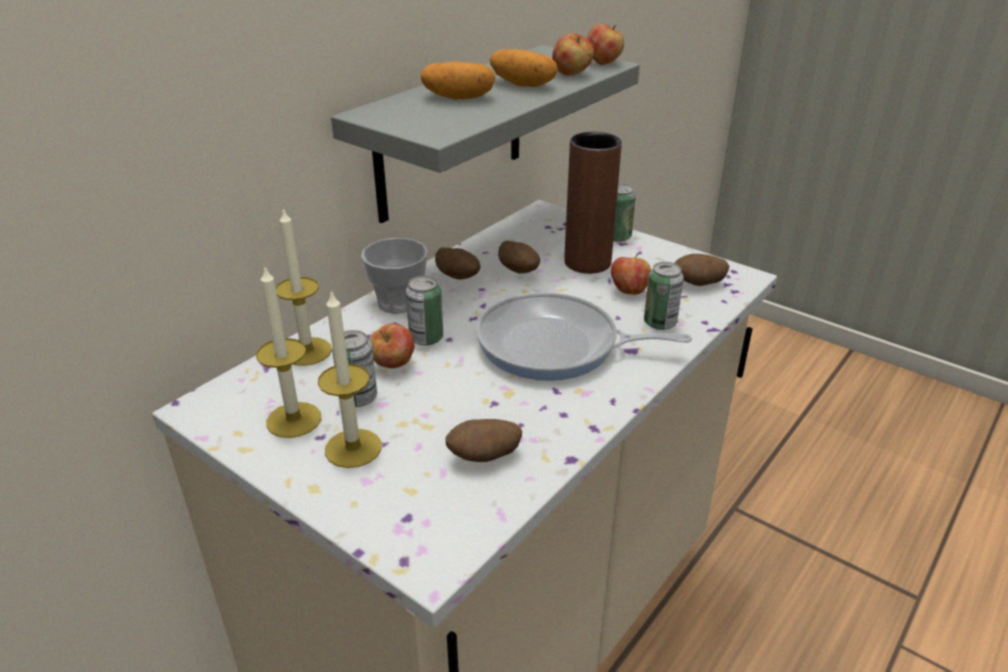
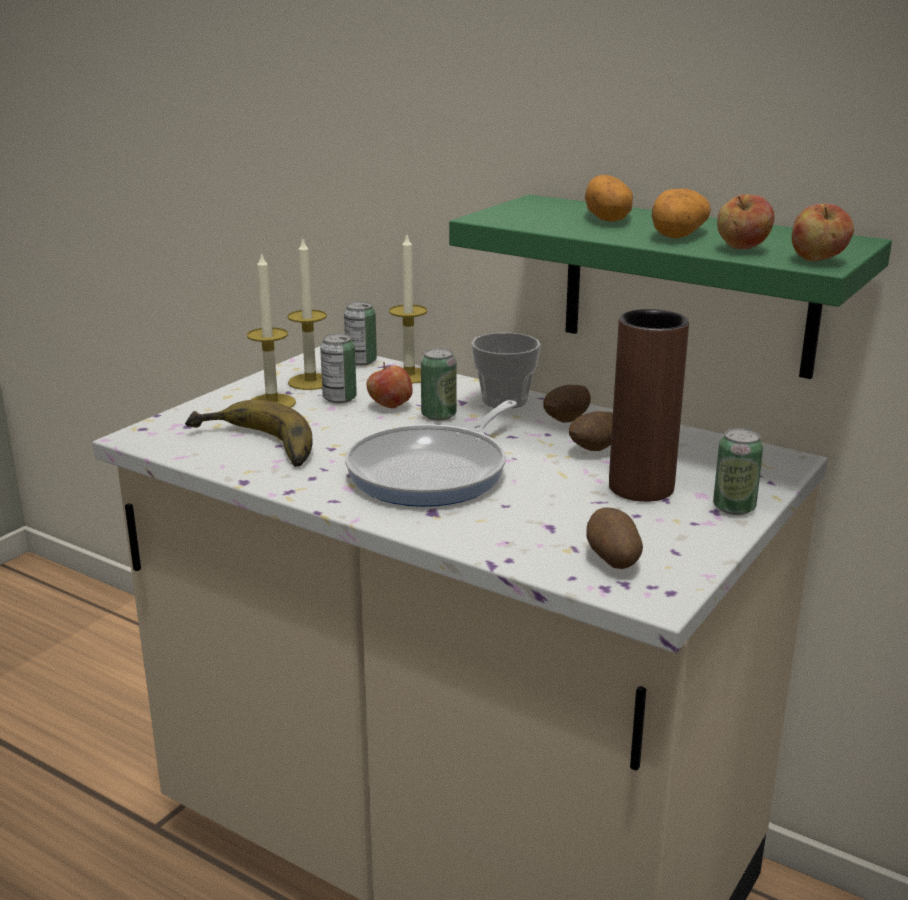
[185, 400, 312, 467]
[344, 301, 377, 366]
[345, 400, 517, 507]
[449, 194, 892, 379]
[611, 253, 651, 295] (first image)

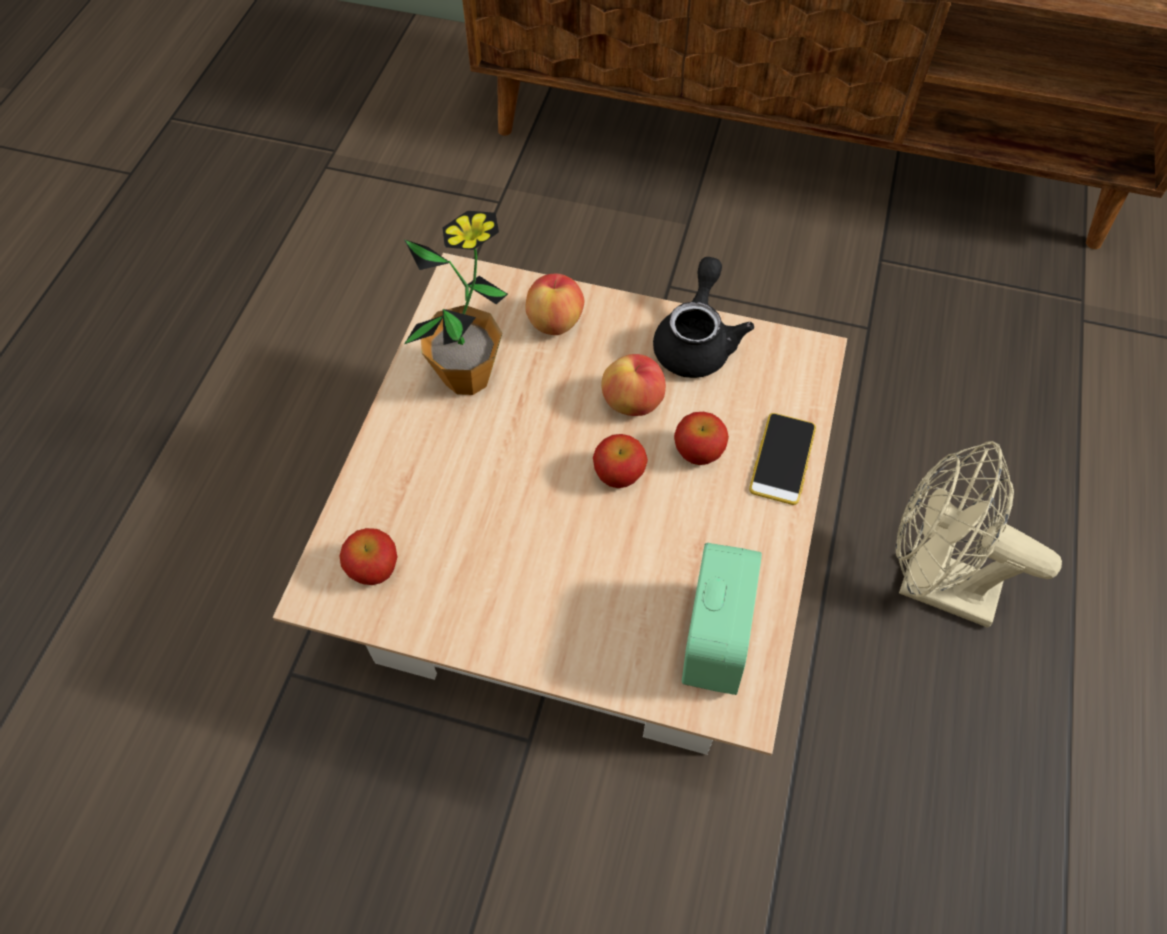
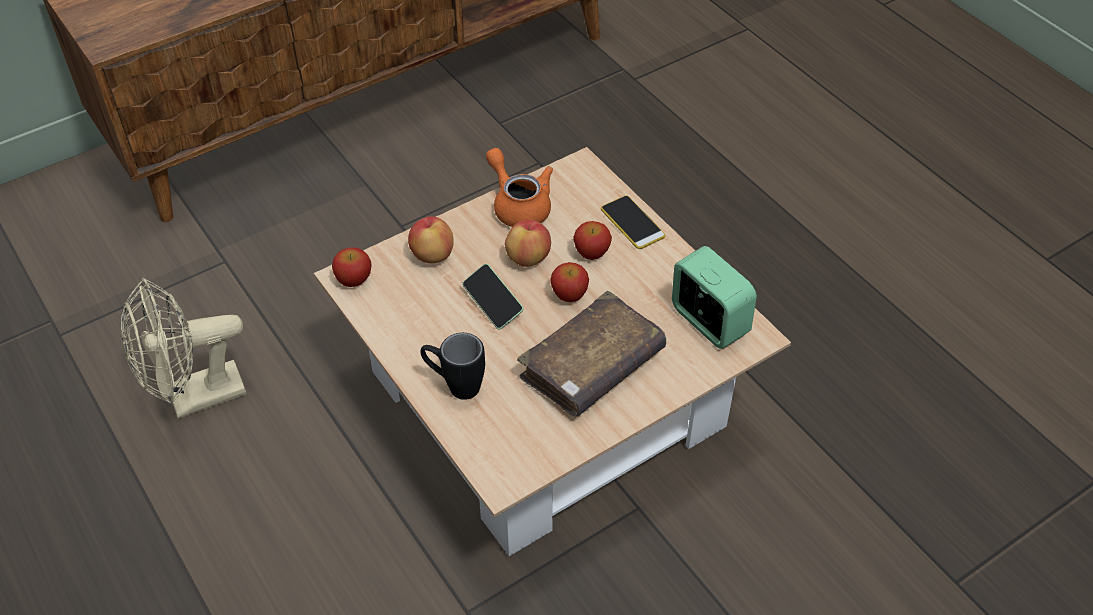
[121, 278, 246, 419]
[332, 247, 372, 287]
[420, 333, 485, 400]
[462, 264, 524, 329]
[486, 148, 553, 227]
[517, 291, 666, 417]
[404, 211, 508, 395] (first image)

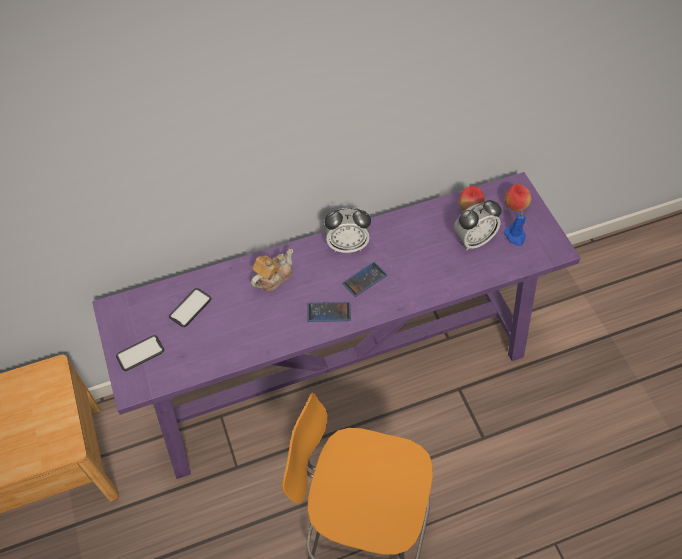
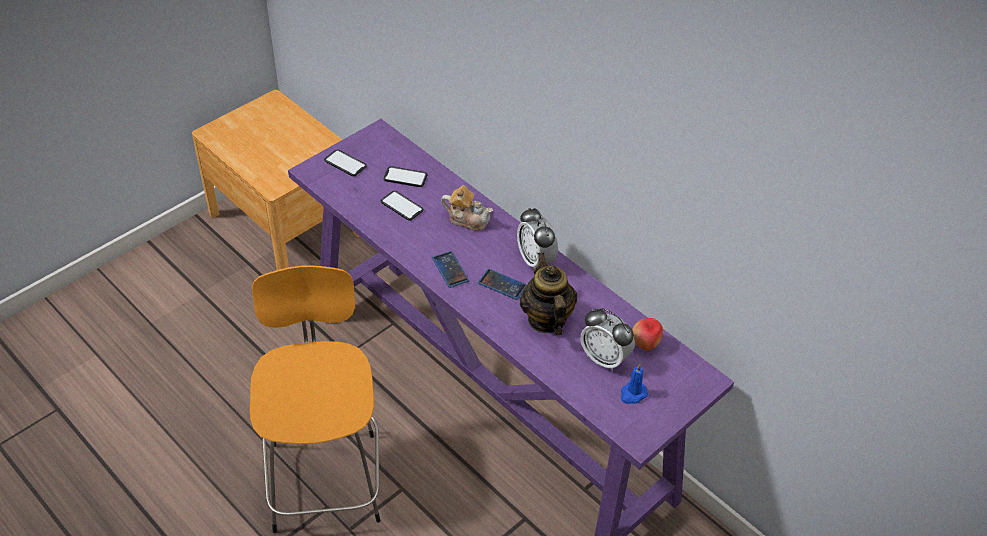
[380, 191, 424, 221]
[520, 252, 577, 335]
[505, 184, 531, 211] (first image)

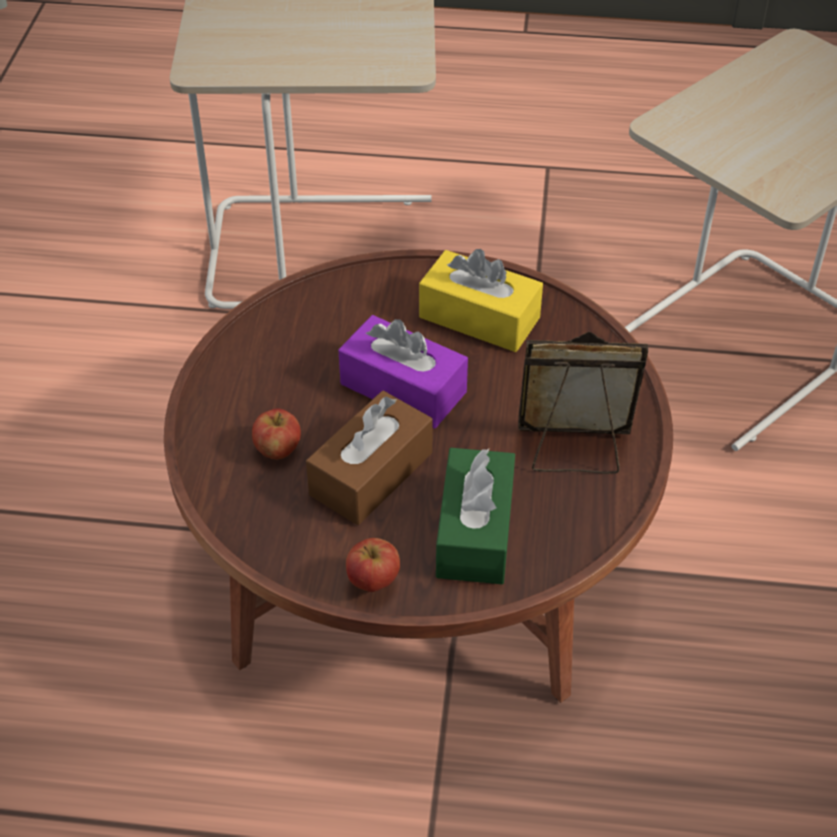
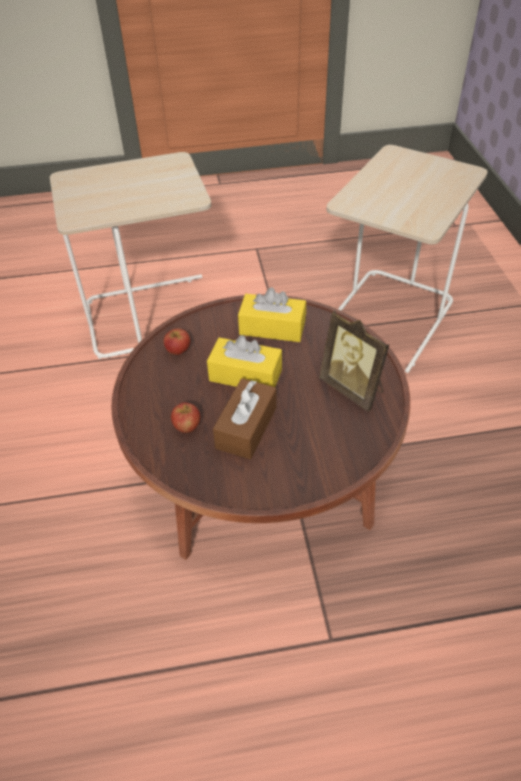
[163, 328, 190, 355]
[207, 335, 282, 387]
[319, 311, 390, 412]
[436, 448, 515, 584] (first image)

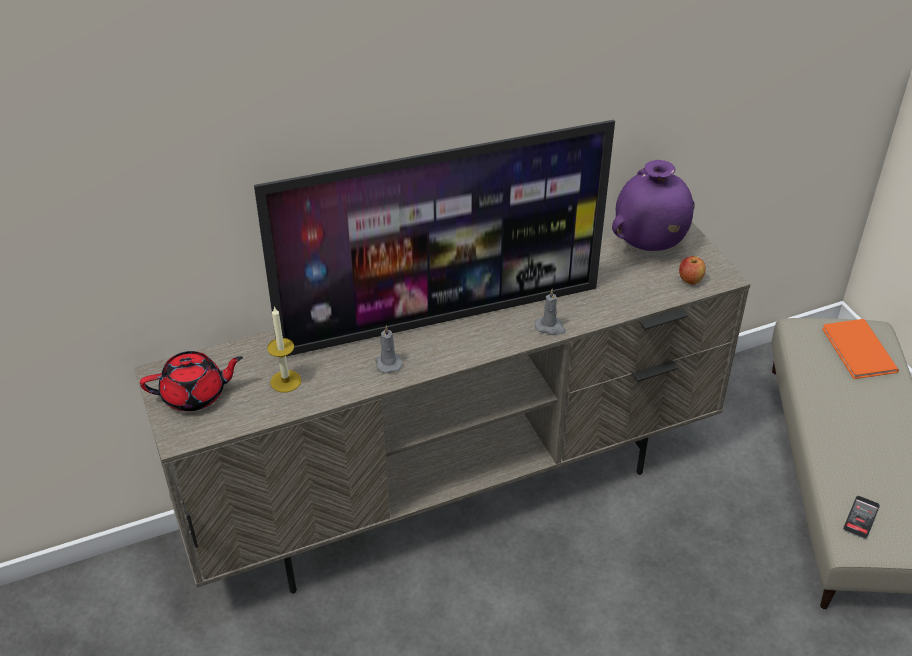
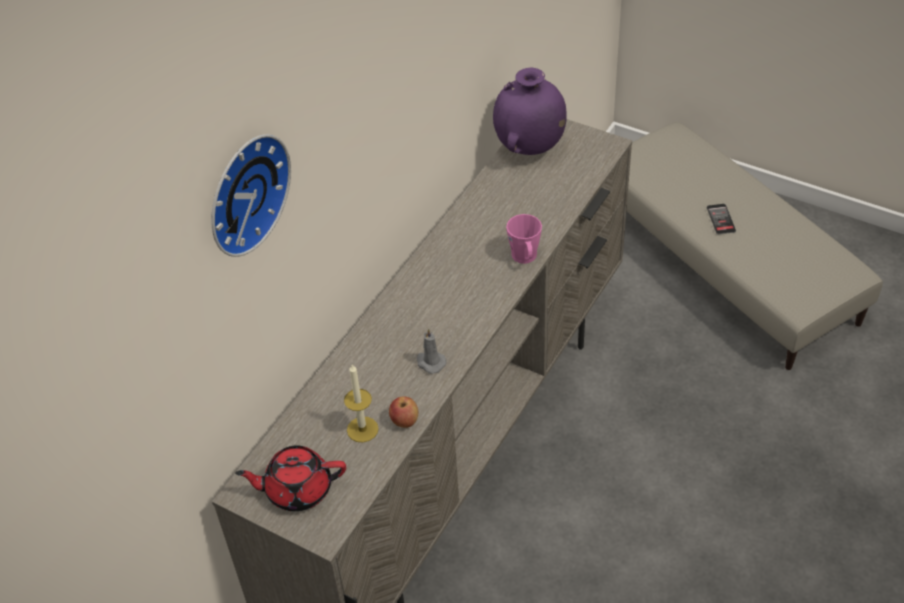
[211, 134, 291, 257]
[235, 445, 346, 511]
[389, 396, 418, 428]
[506, 214, 542, 264]
[707, 204, 736, 234]
[254, 120, 615, 356] (first image)
[822, 319, 899, 379] (first image)

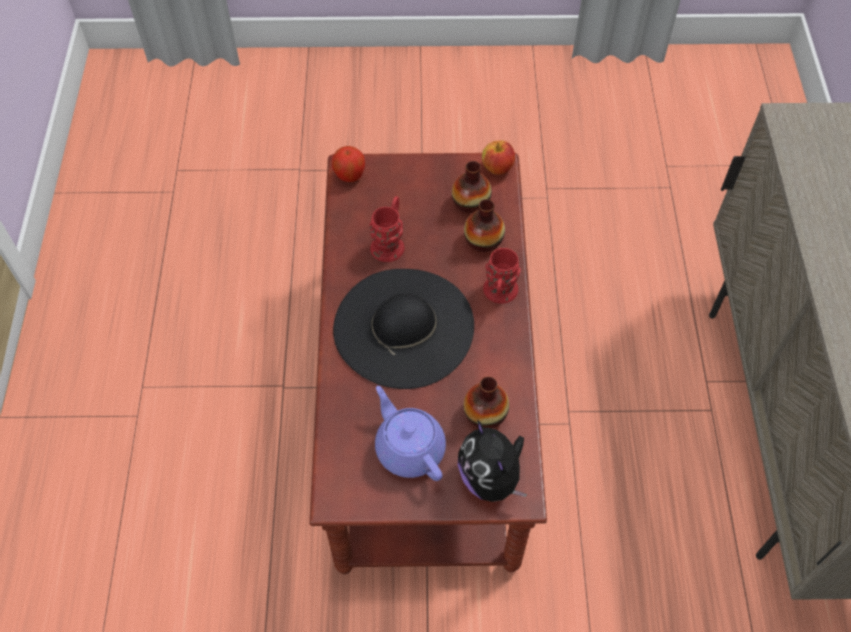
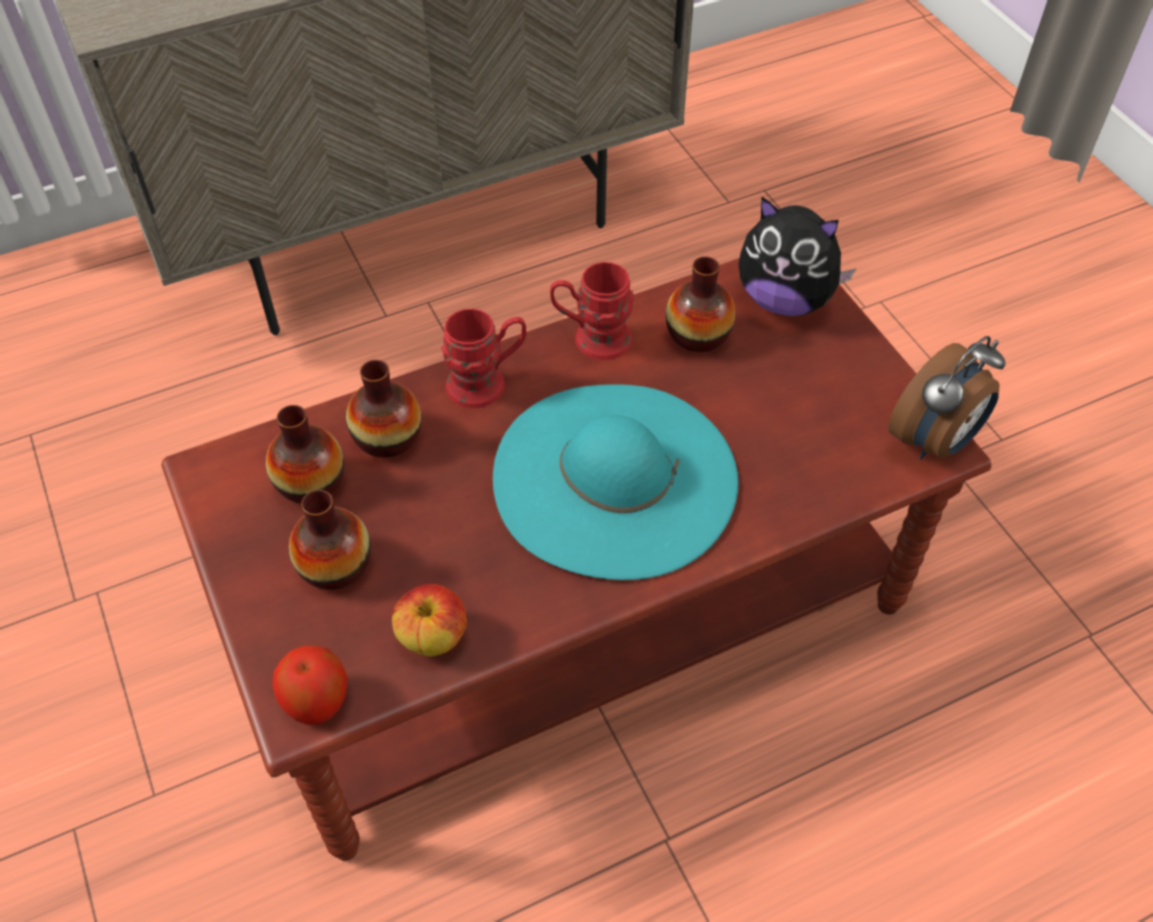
[289, 490, 371, 590]
[392, 584, 467, 657]
[493, 384, 738, 580]
[550, 262, 634, 360]
[738, 197, 856, 316]
[888, 336, 1006, 460]
[375, 386, 446, 481] (first image)

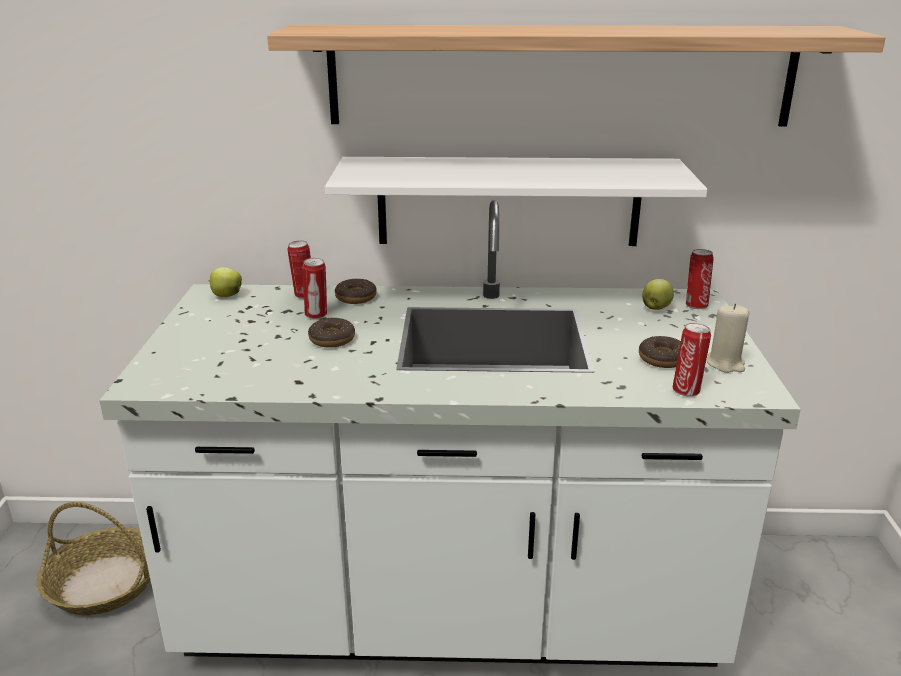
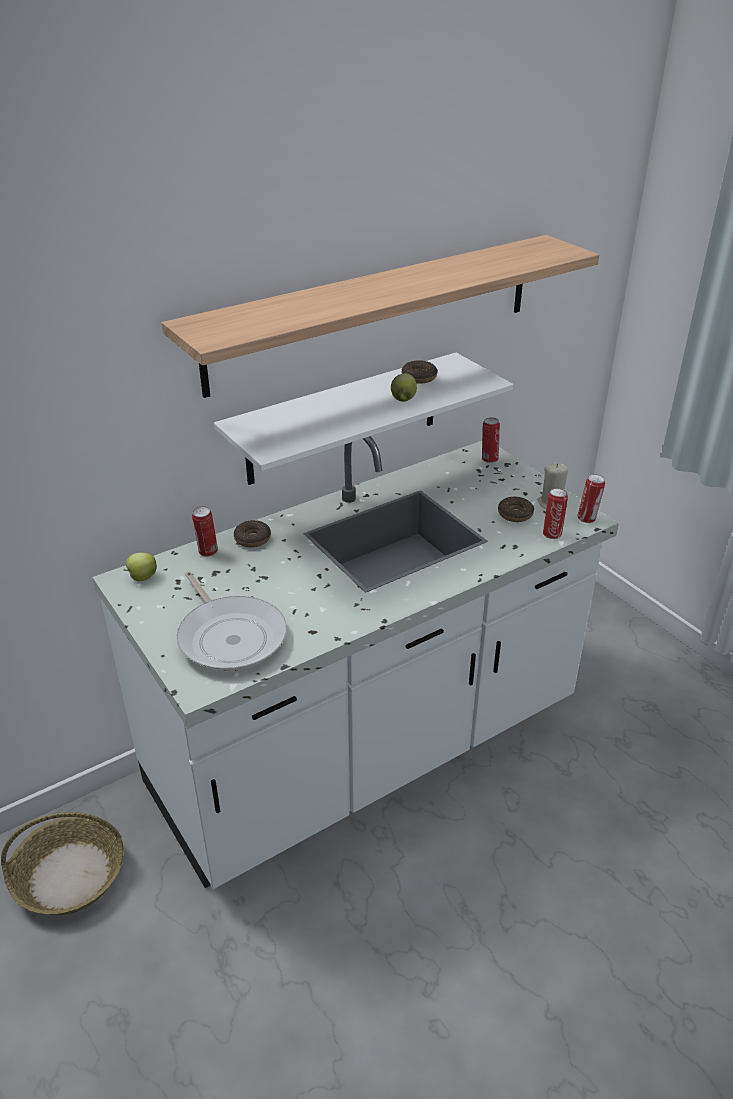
[176, 572, 287, 671]
[391, 374, 417, 402]
[402, 360, 438, 384]
[577, 474, 605, 523]

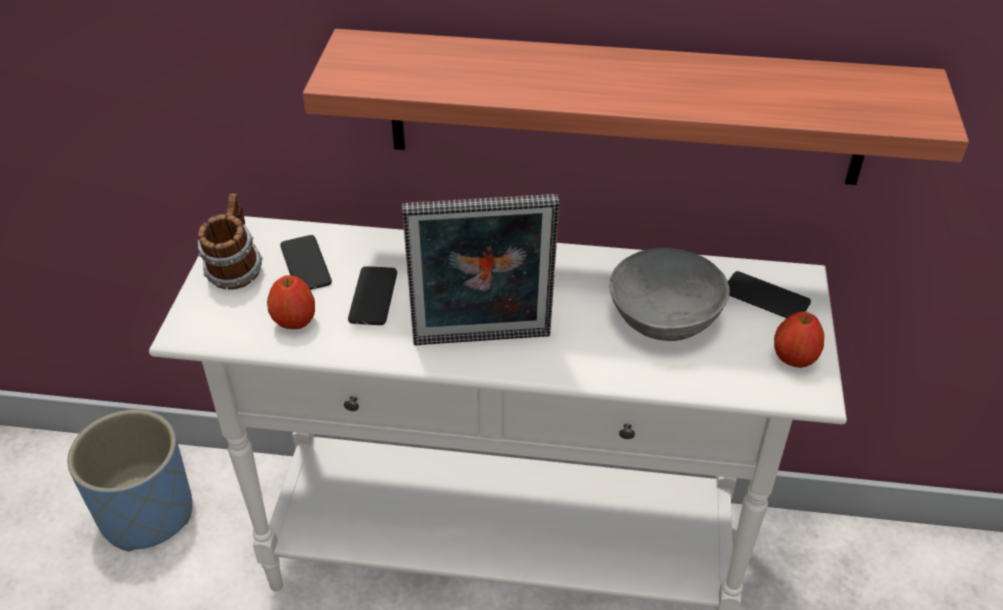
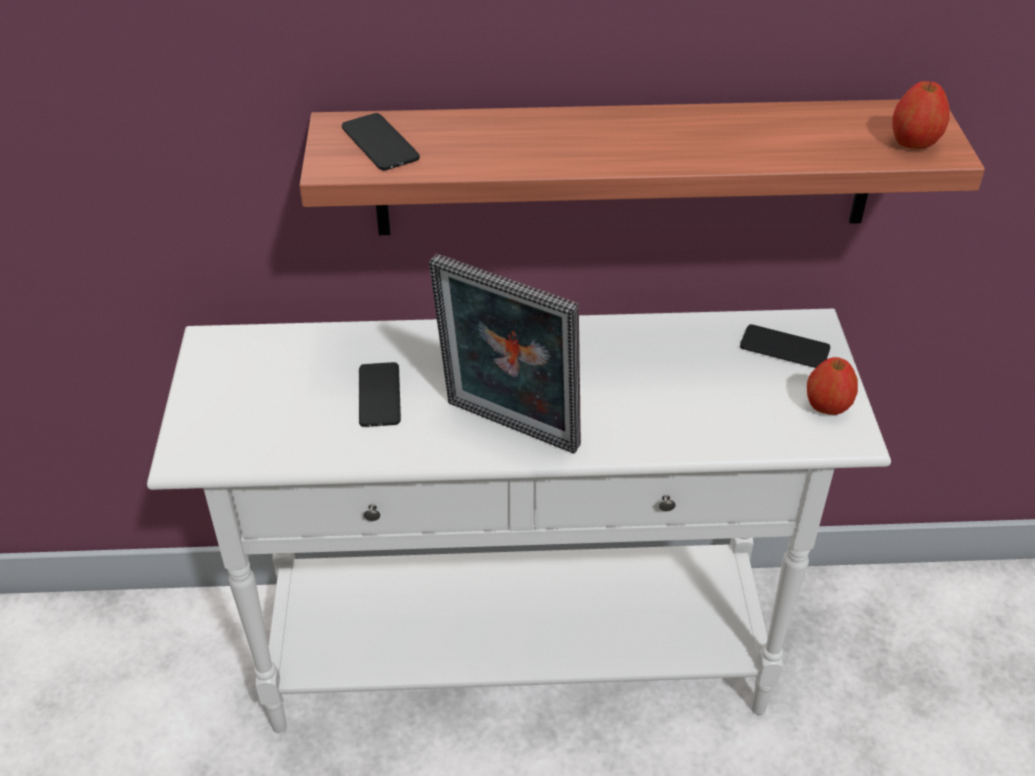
[342, 113, 420, 171]
[429, 254, 581, 454]
[892, 81, 950, 149]
[67, 410, 192, 551] (first image)
[197, 193, 263, 290] (first image)
[609, 248, 730, 341] (first image)

